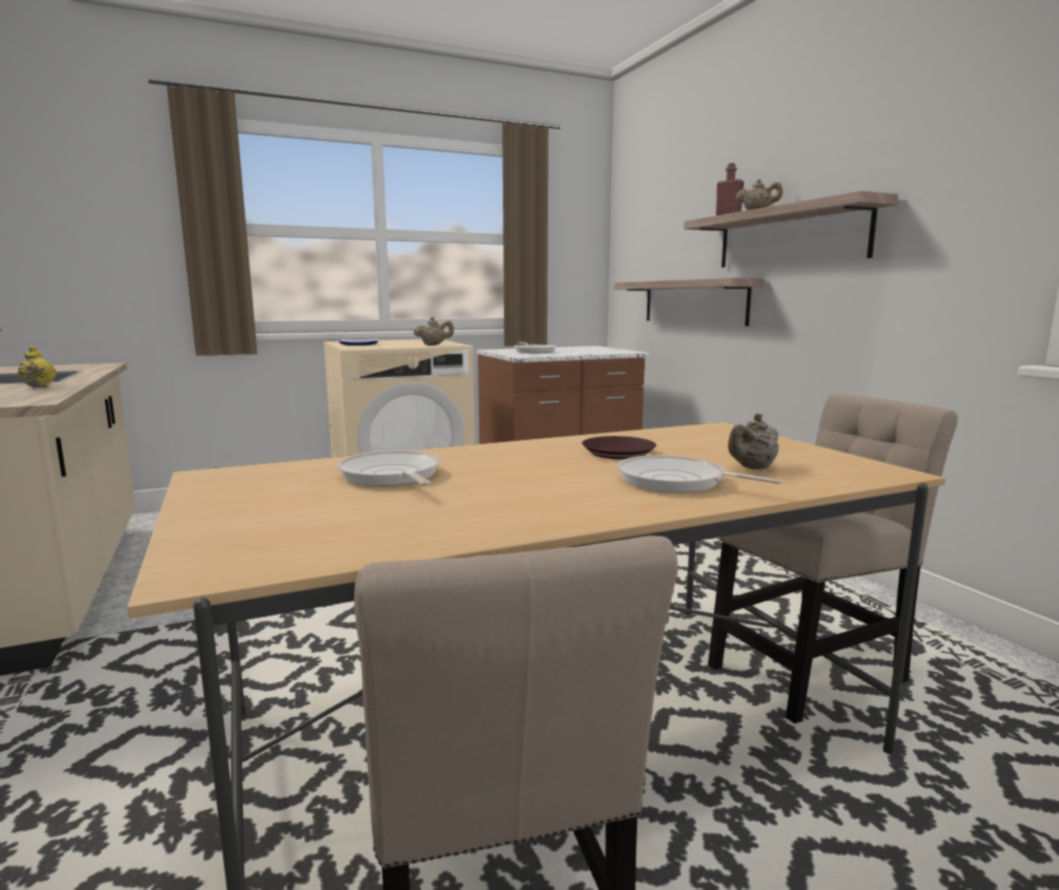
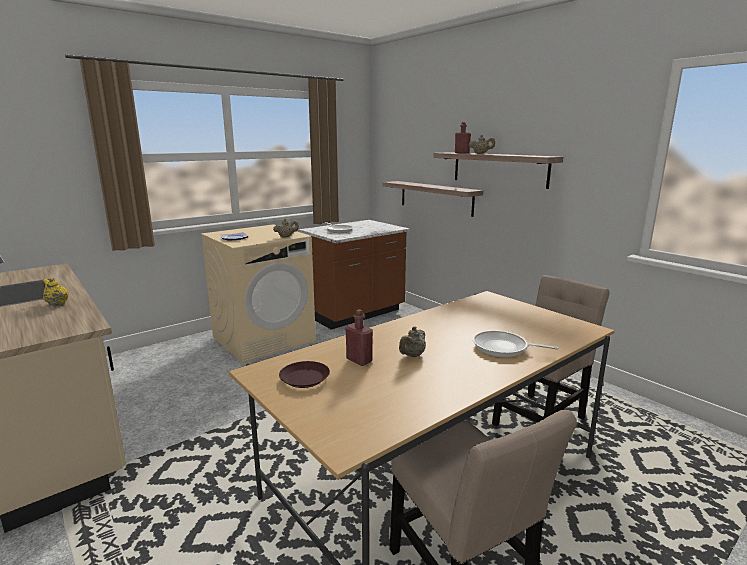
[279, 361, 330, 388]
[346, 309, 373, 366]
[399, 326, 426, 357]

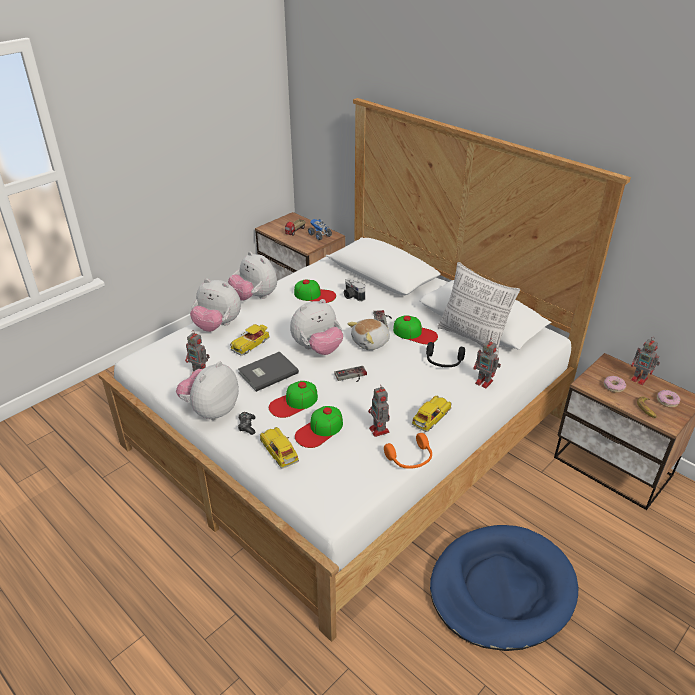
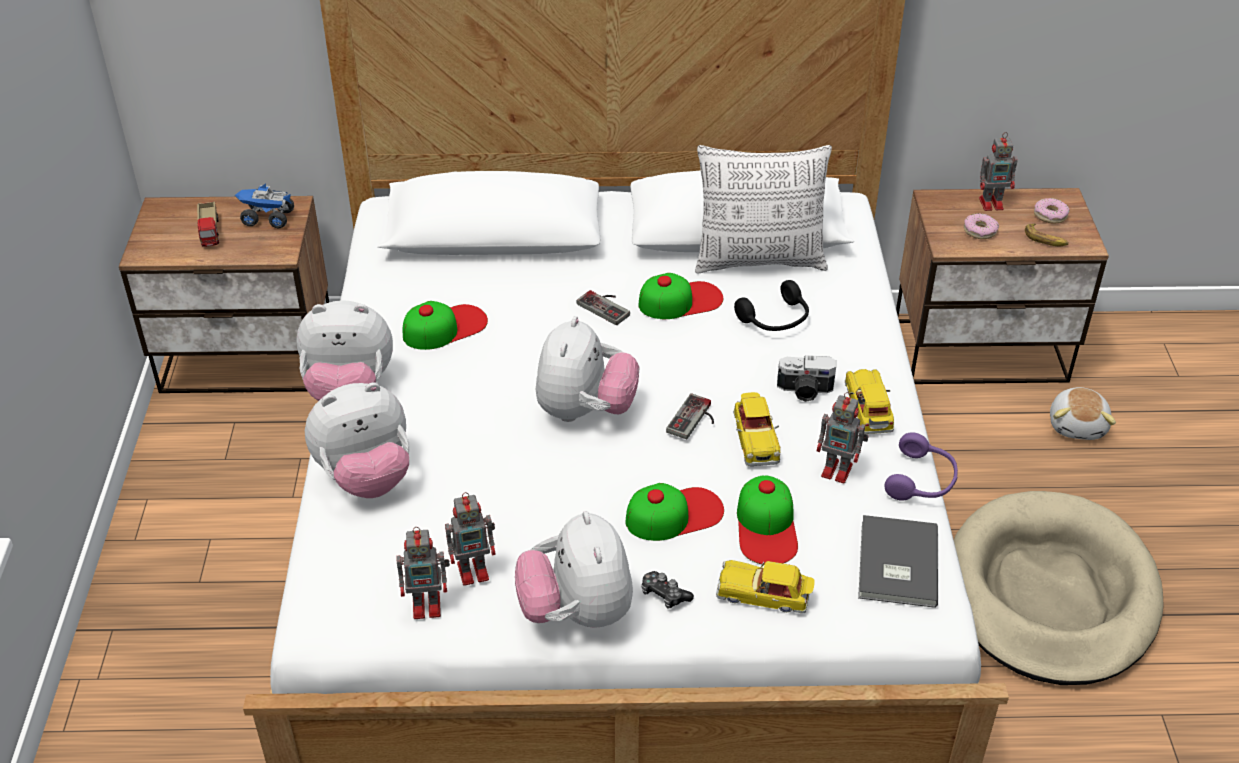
[396, 527, 450, 619]
[625, 483, 724, 541]
[734, 392, 781, 466]
[777, 355, 836, 402]
[858, 515, 938, 608]
[885, 432, 958, 501]
[954, 491, 1164, 685]
[1050, 387, 1116, 440]

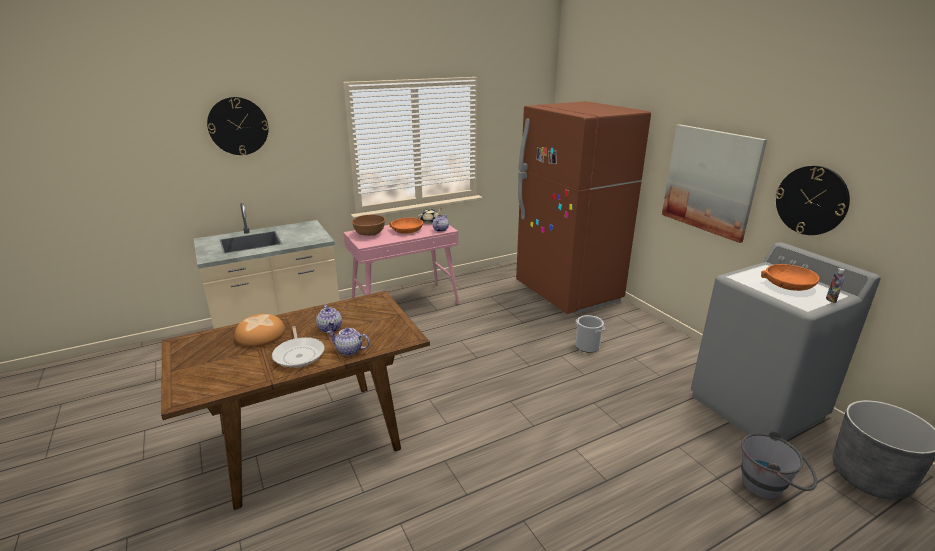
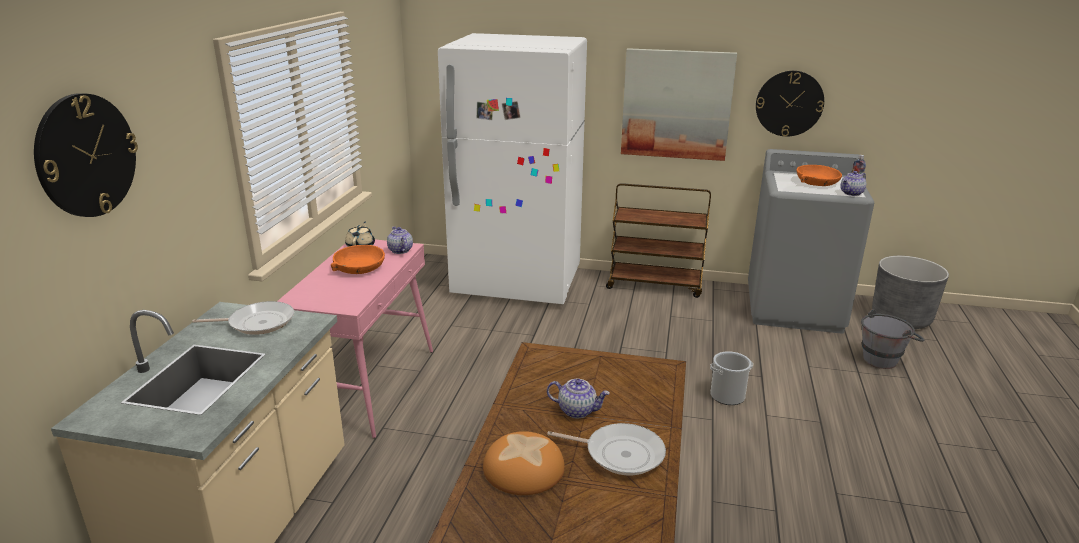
[192, 301, 294, 335]
[438, 33, 587, 304]
[606, 183, 711, 298]
[710, 351, 753, 405]
[840, 171, 866, 196]
[352, 215, 386, 236] (first image)

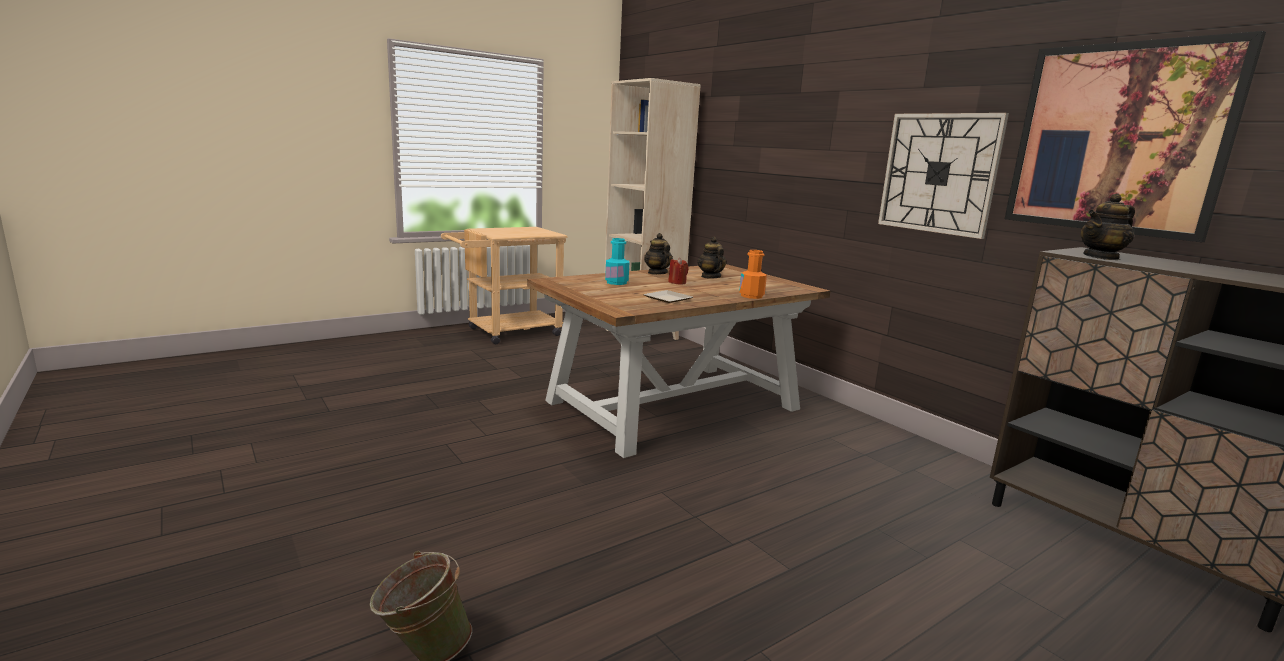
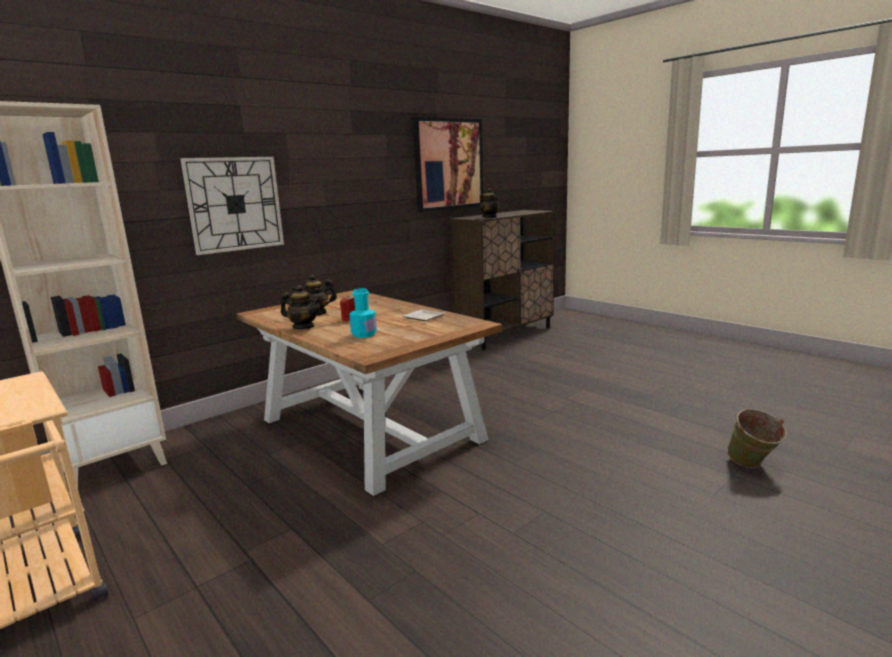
[180, 157, 284, 255]
[281, 285, 322, 329]
[739, 250, 767, 299] (first image)

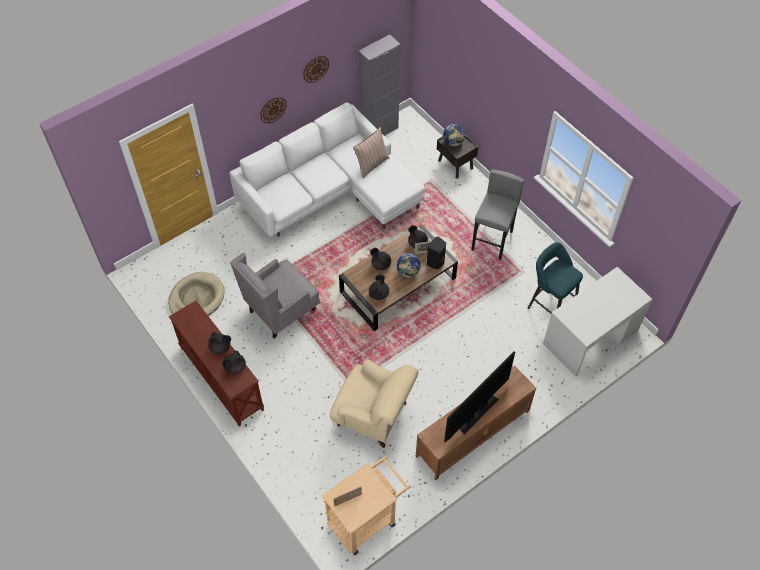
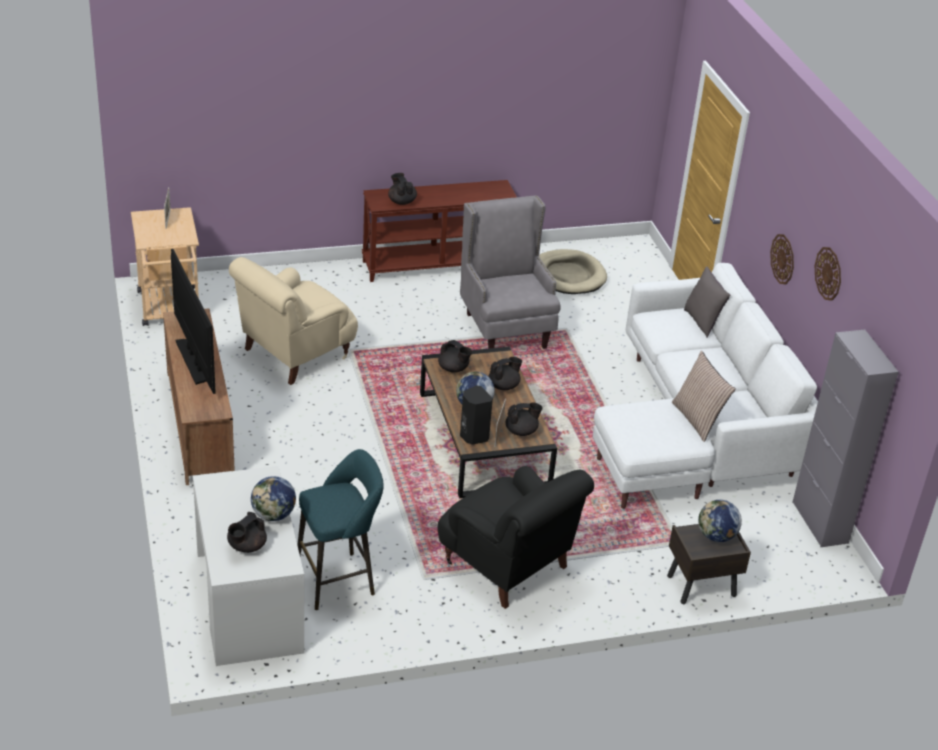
[227, 512, 267, 553]
[251, 476, 296, 521]
[437, 466, 594, 609]
[684, 266, 730, 338]

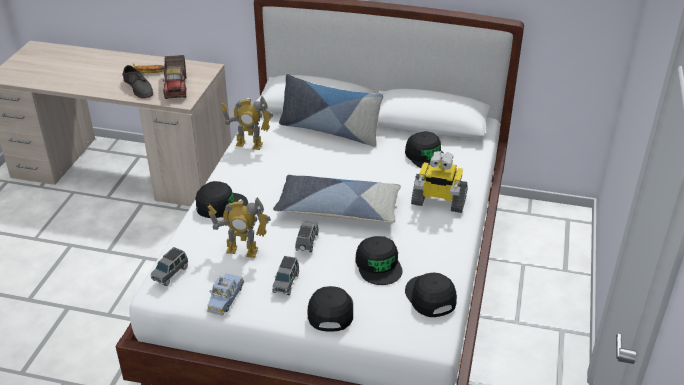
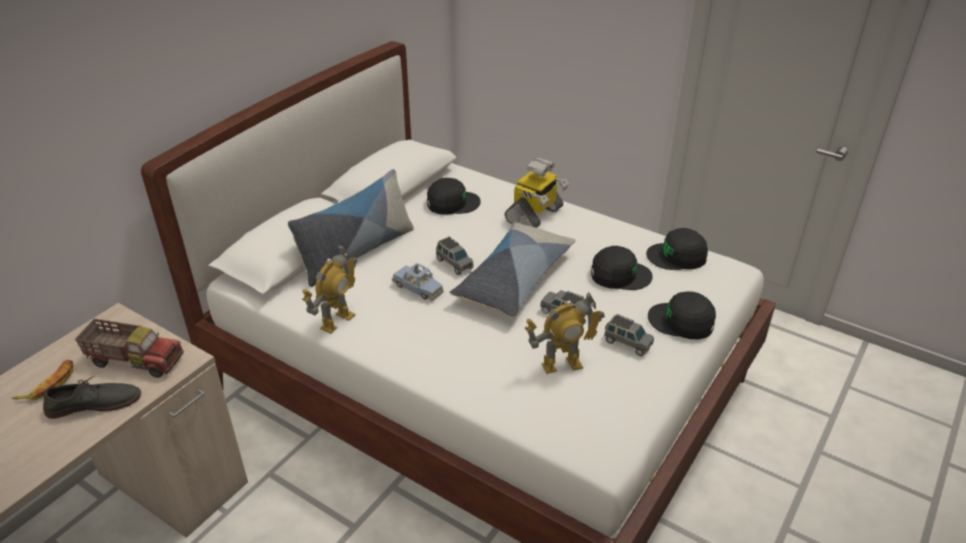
[392, 263, 443, 301]
[436, 237, 474, 275]
[525, 292, 605, 374]
[195, 181, 248, 218] (first image)

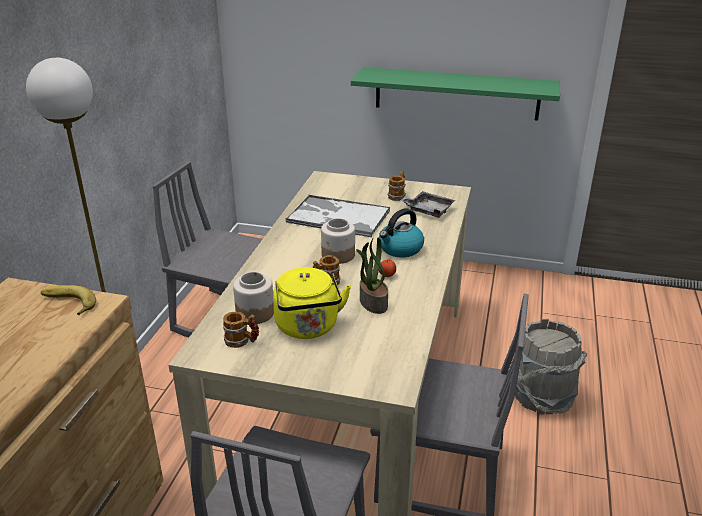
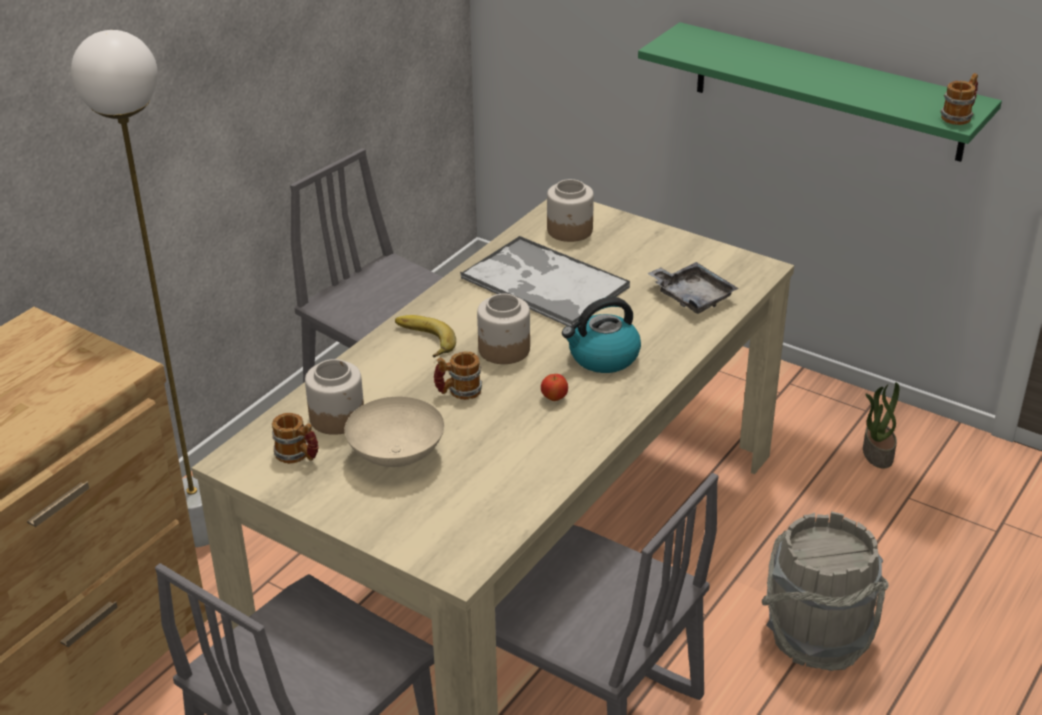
[345, 396, 444, 467]
[395, 315, 456, 357]
[547, 179, 594, 242]
[863, 382, 899, 469]
[940, 73, 978, 125]

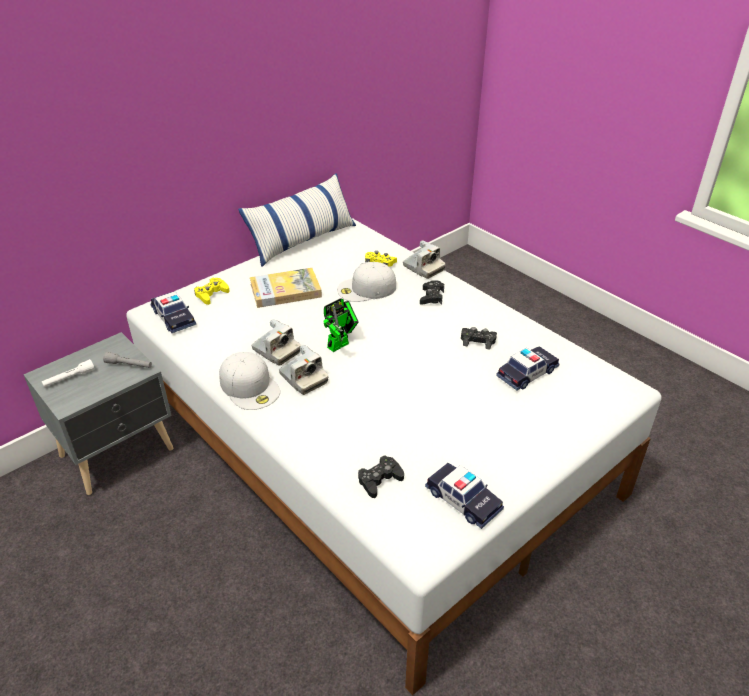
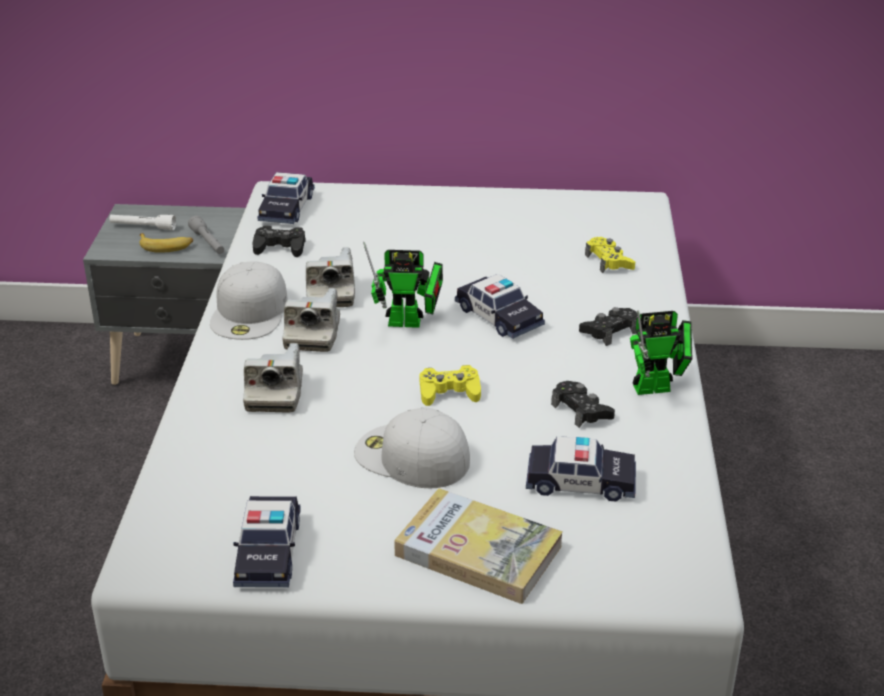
[140, 233, 193, 253]
[243, 343, 303, 413]
[252, 225, 306, 257]
[354, 407, 470, 488]
[394, 488, 563, 604]
[420, 365, 481, 406]
[455, 274, 545, 339]
[630, 310, 692, 395]
[238, 173, 356, 267] (first image)

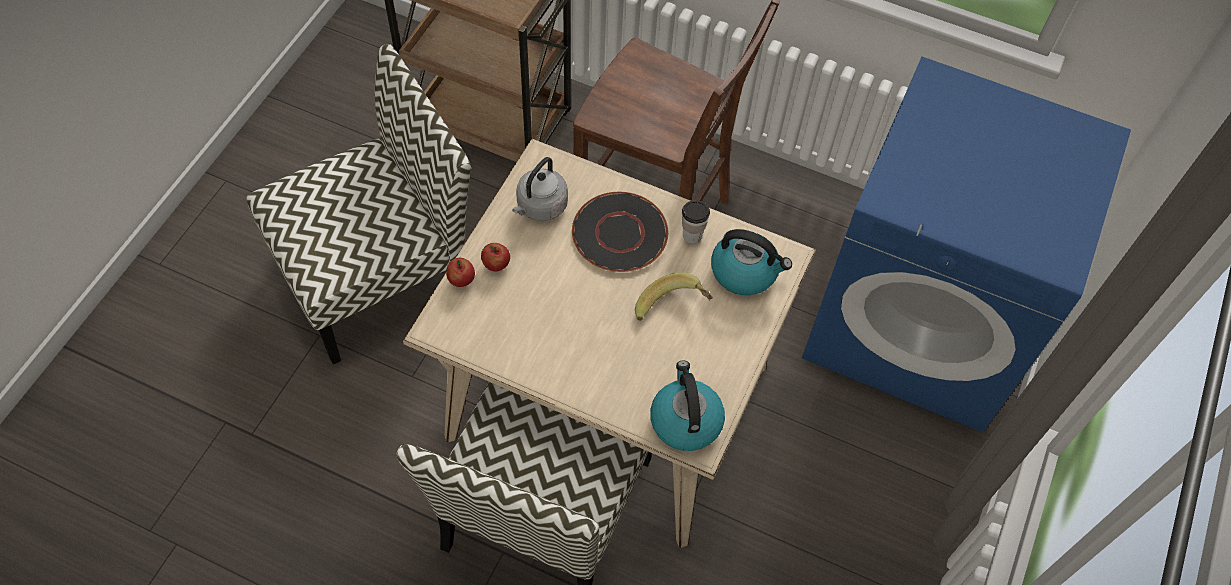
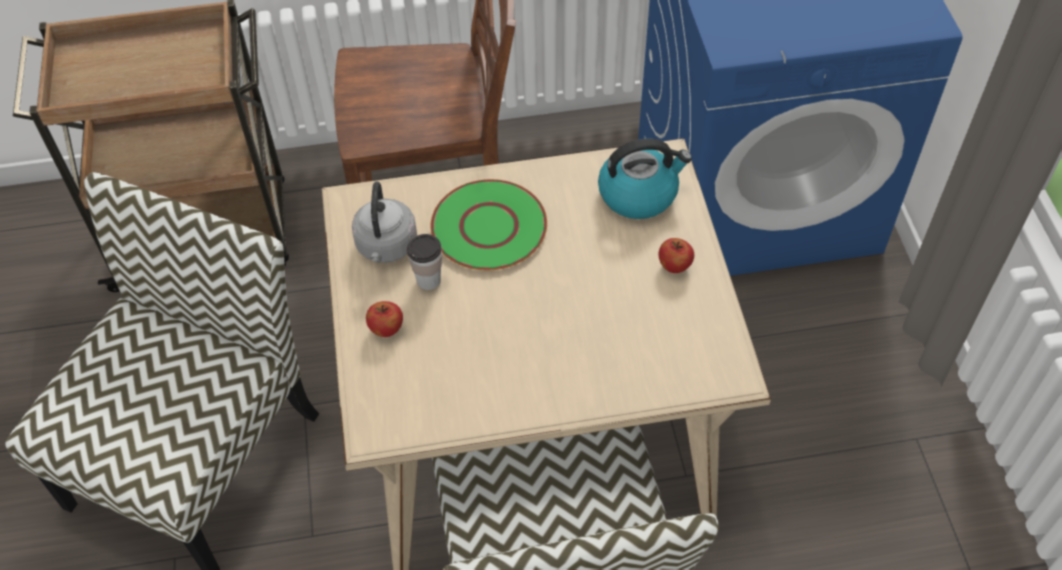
[407, 234, 442, 290]
[431, 179, 547, 270]
[658, 238, 694, 273]
[635, 272, 713, 321] (first image)
[650, 361, 725, 451] (first image)

